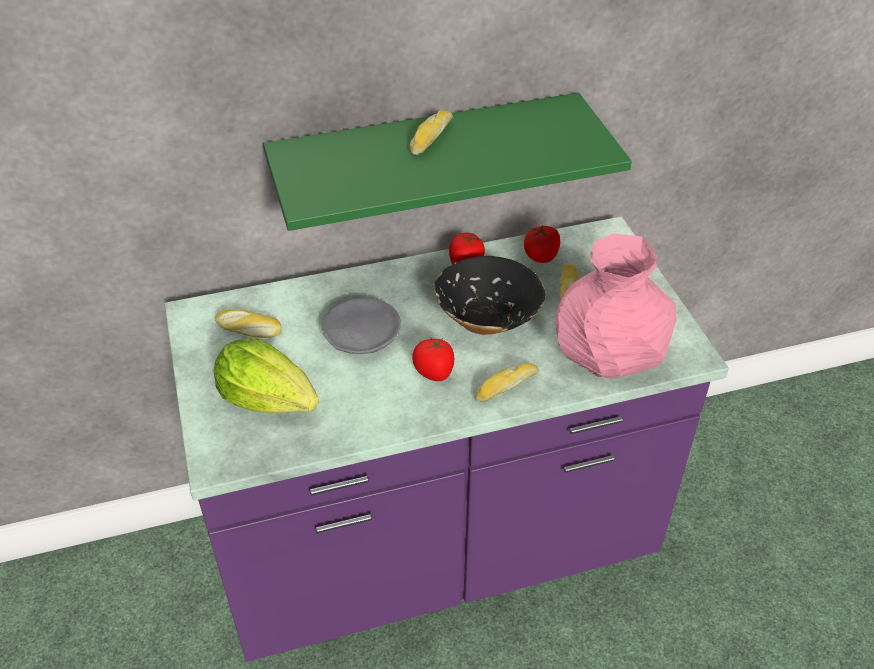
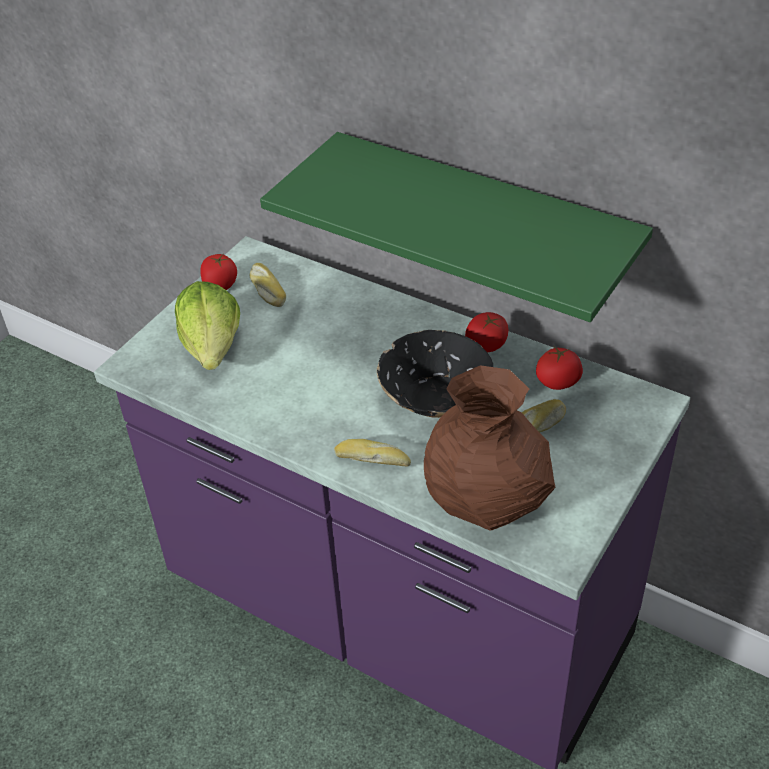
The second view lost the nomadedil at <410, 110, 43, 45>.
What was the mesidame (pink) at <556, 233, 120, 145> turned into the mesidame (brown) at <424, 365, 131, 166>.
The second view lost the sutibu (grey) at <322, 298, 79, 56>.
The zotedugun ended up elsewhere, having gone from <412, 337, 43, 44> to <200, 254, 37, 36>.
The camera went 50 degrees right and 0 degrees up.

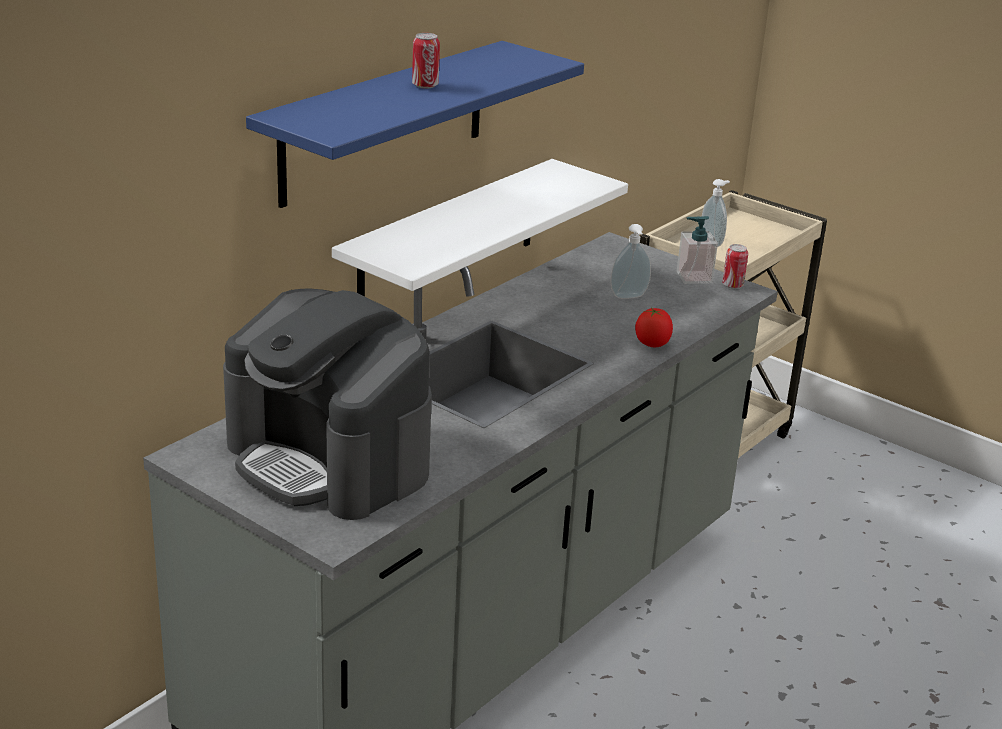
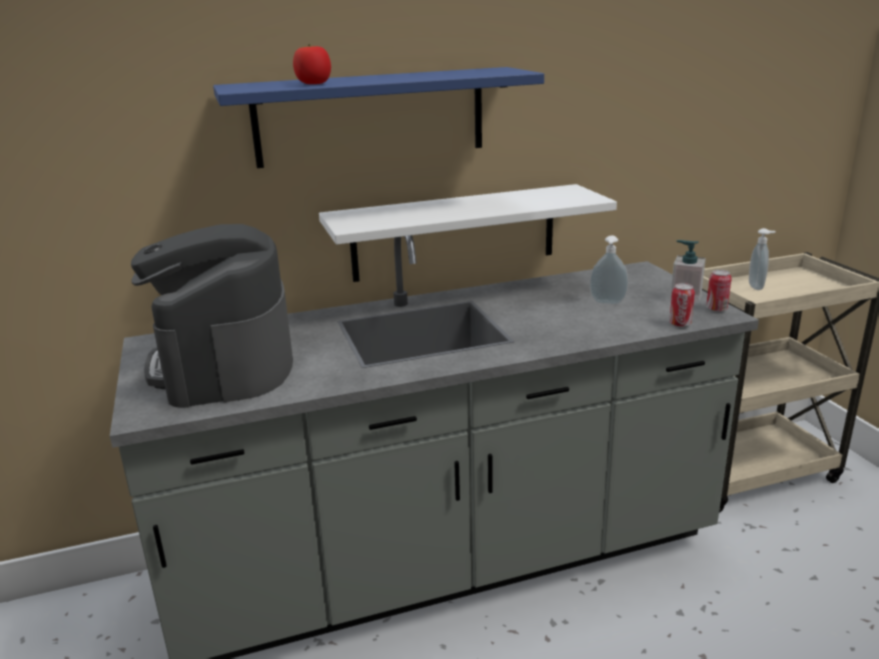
The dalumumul ended up elsewhere, having gone from <412, 33, 28, 56> to <669, 283, 26, 44>.
The zotedugun ended up elsewhere, having gone from <635, 307, 38, 40> to <293, 44, 38, 40>.
The camera went 35 degrees right and 5 degrees down.

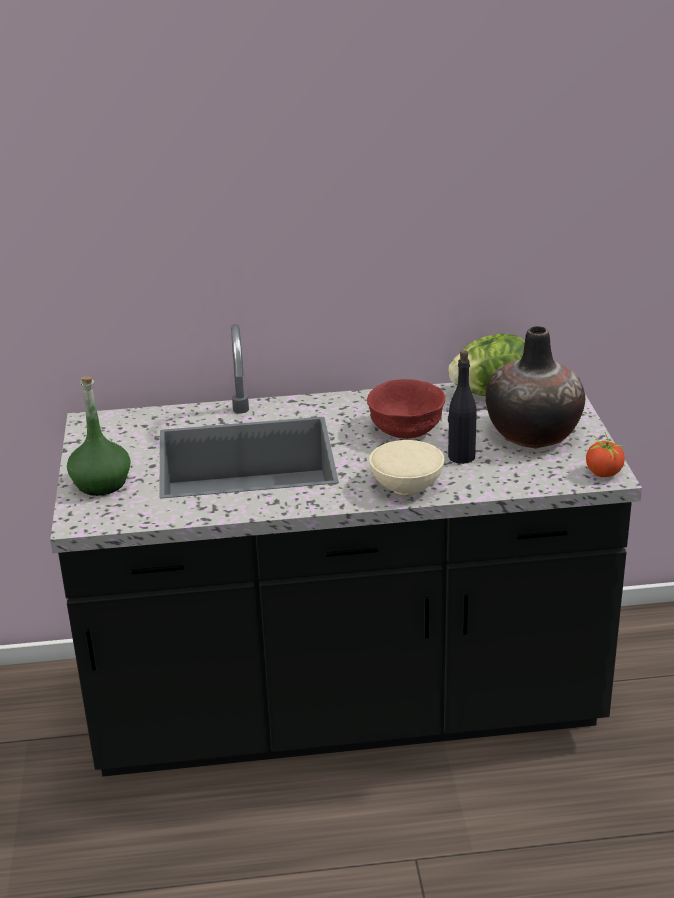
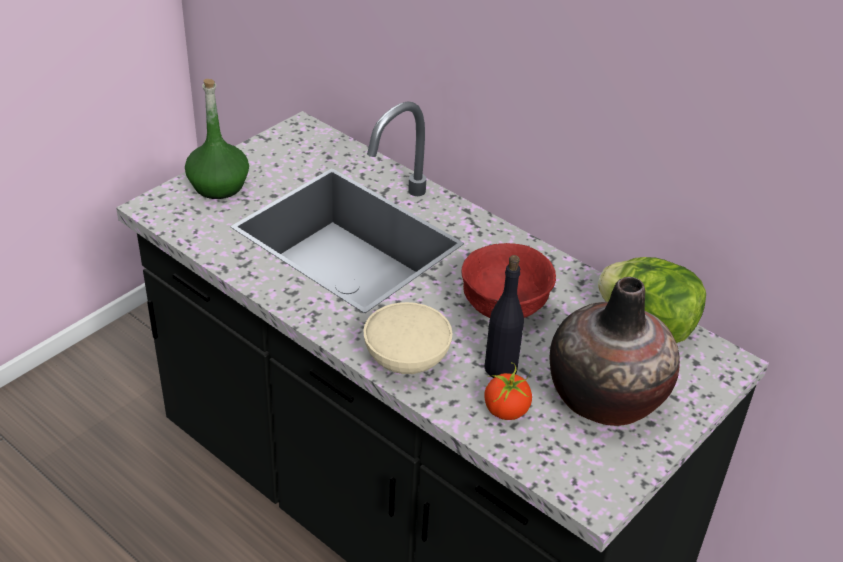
The zotedugun ended up elsewhere, having gone from <586, 433, 39, 44> to <484, 363, 48, 57>.
The camera went 45 degrees right and 10 degrees up.

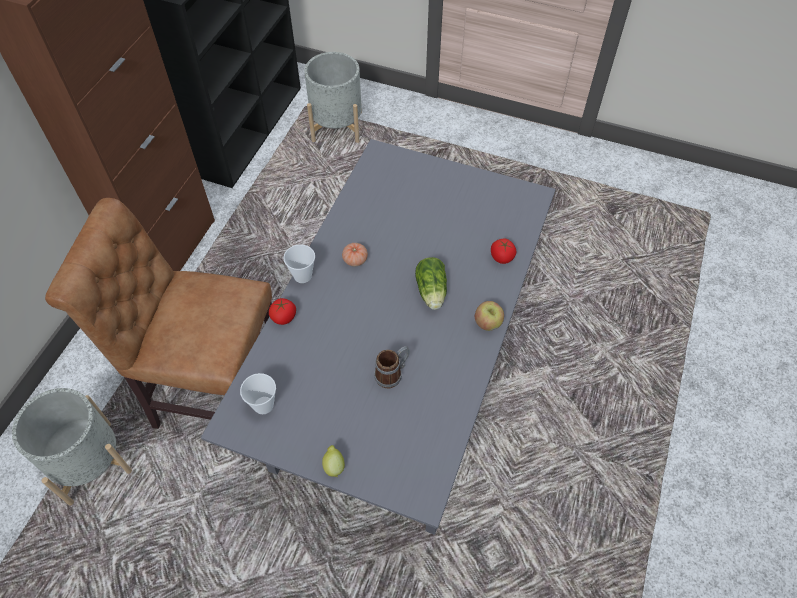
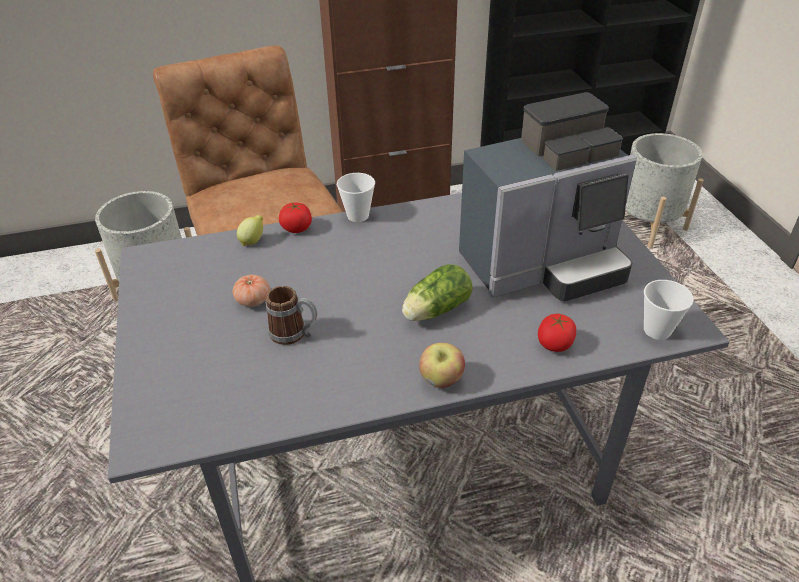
The zotedugun ended up elsewhere, having gone from <342, 243, 26, 23> to <232, 275, 38, 32>.
The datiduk ended up elsewhere, having gone from <240, 373, 36, 41> to <644, 280, 50, 60>.
The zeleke ended up elsewhere, having gone from <322, 445, 23, 32> to <237, 215, 26, 31>.
The second view gained the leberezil at <459, 92, 178, 209>.
The camera went 55 degrees right and 15 degrees down.

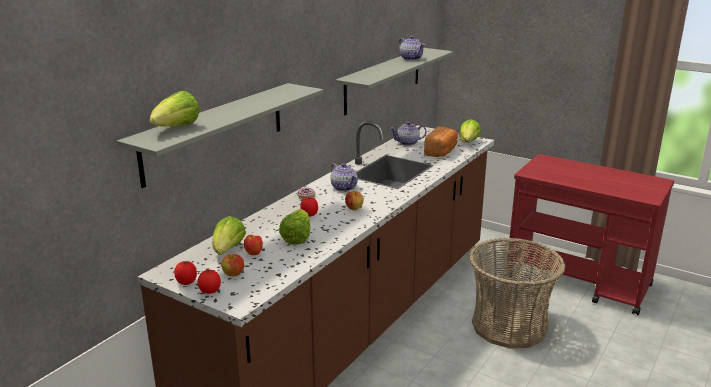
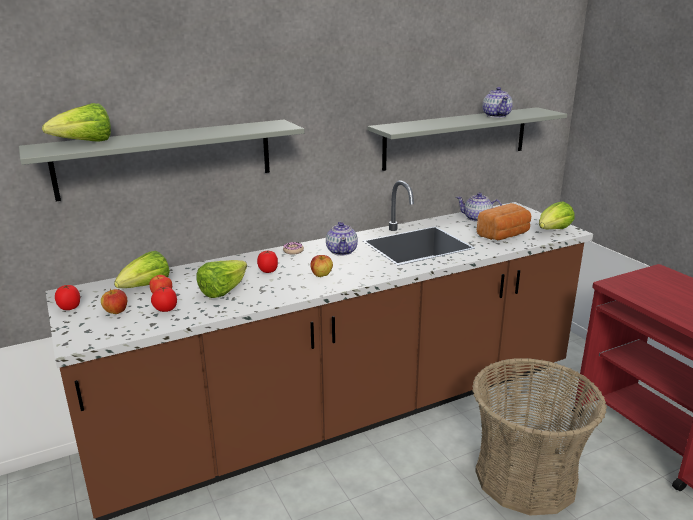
The zotedugun ended up elsewhere, having gone from <197, 269, 24, 25> to <151, 286, 26, 26>.
The camera went 30 degrees right and 0 degrees up.

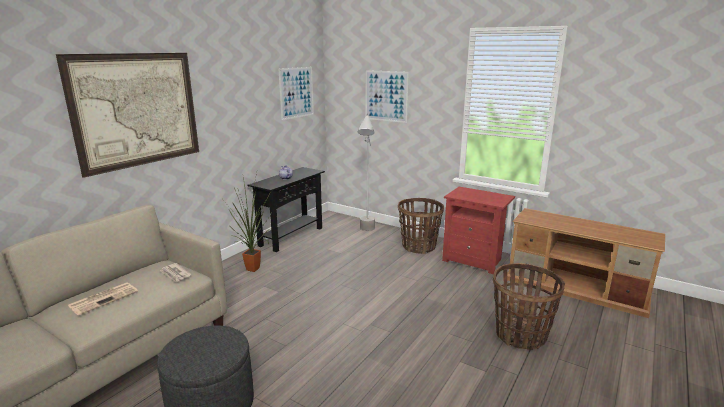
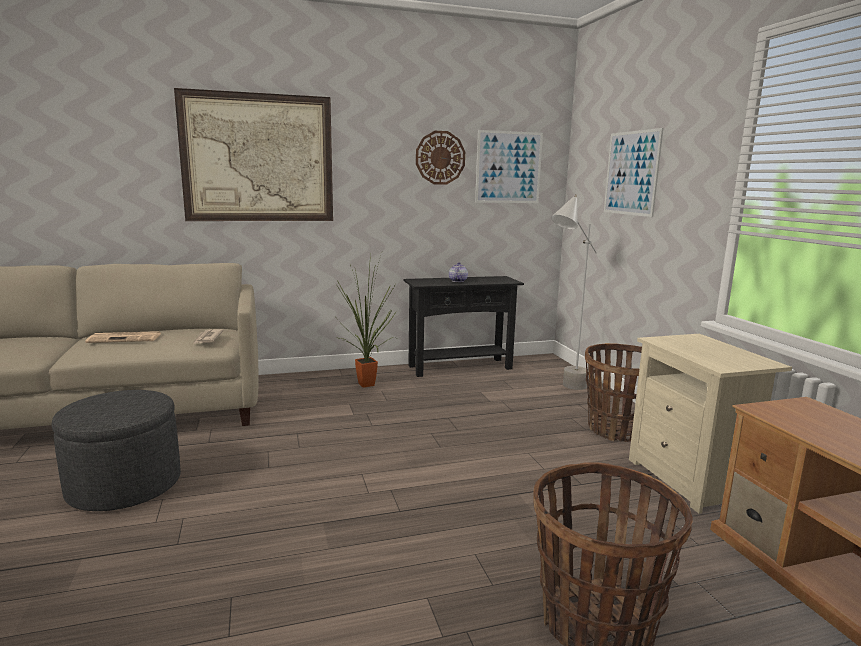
What was the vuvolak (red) at <442, 187, 73, 87> turned into the vuvolak (beige) at <629, 334, 163, 180>.
The second view gained the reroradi at <416, 131, 49, 54>.
The camera went 40 degrees right and 5 degrees down.

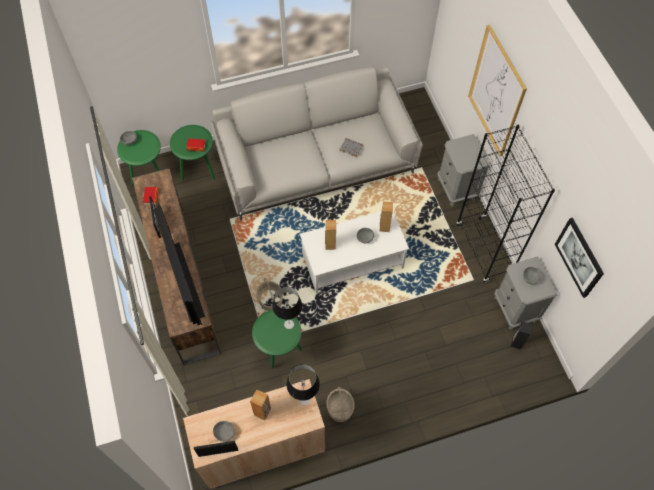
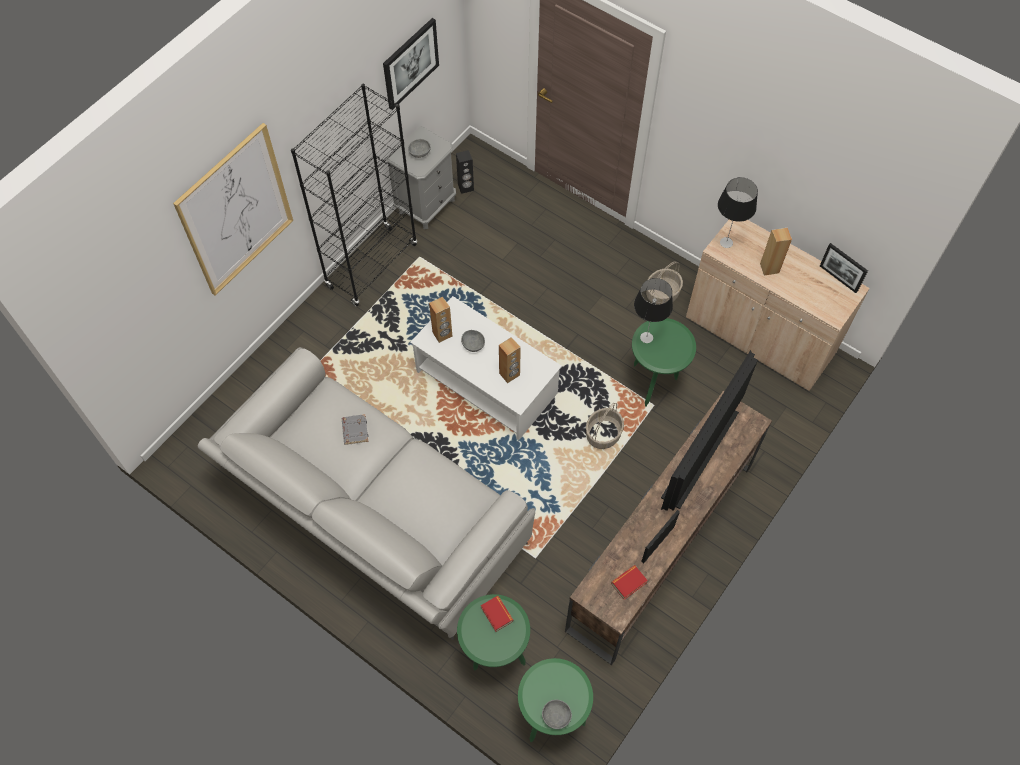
The second view lost the vuvolak (grey) at <437, 134, 53, 72>.
The second view lost the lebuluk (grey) at <213, 421, 22, 21>.
The camera went 125 degrees left and 0 degrees up.

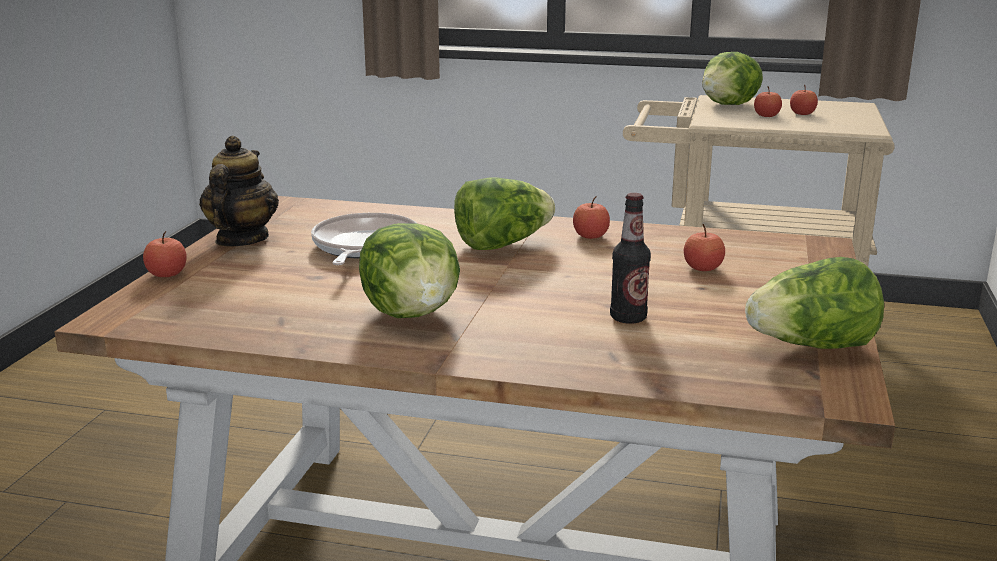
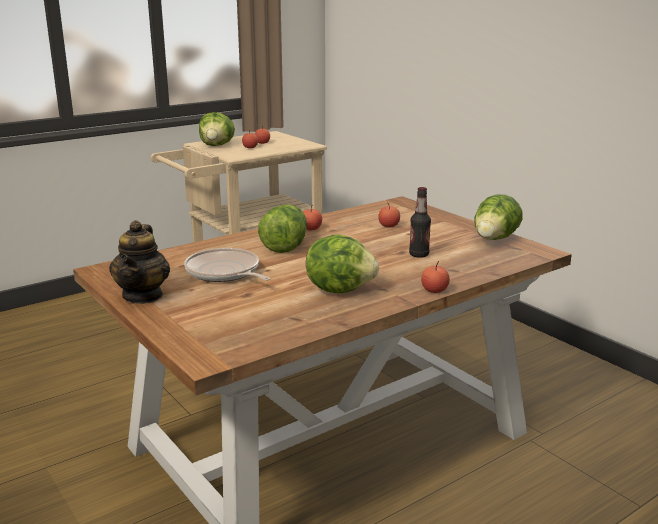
The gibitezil at <199, 136, 80, 111> ended up facing another way, 135 degrees counterclockwise from before.
The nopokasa ended up elsewhere, having gone from <143, 231, 44, 46> to <421, 261, 29, 32>.
The camera went 50 degrees left and 0 degrees up.

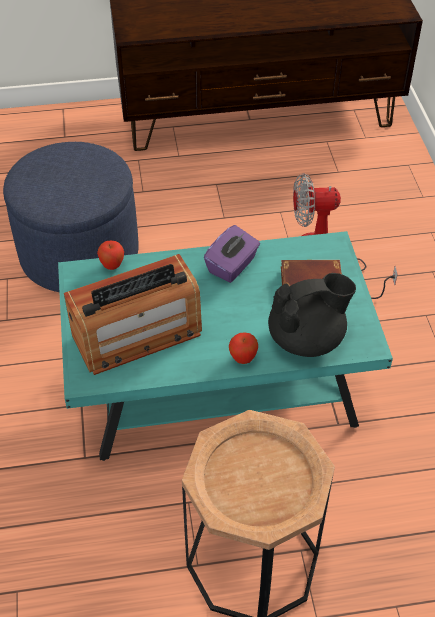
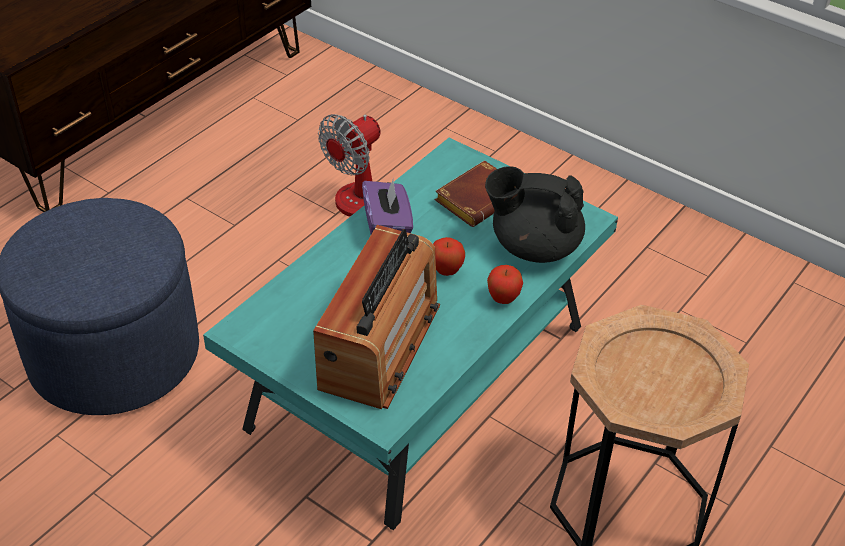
The nopokasa ended up elsewhere, having gone from <97, 240, 27, 30> to <433, 237, 32, 39>.
The gibitezil (black) at <268, 273, 88, 84> ended up facing another way, 105 degrees counterclockwise from before.
The camera went 45 degrees left and 5 degrees down.

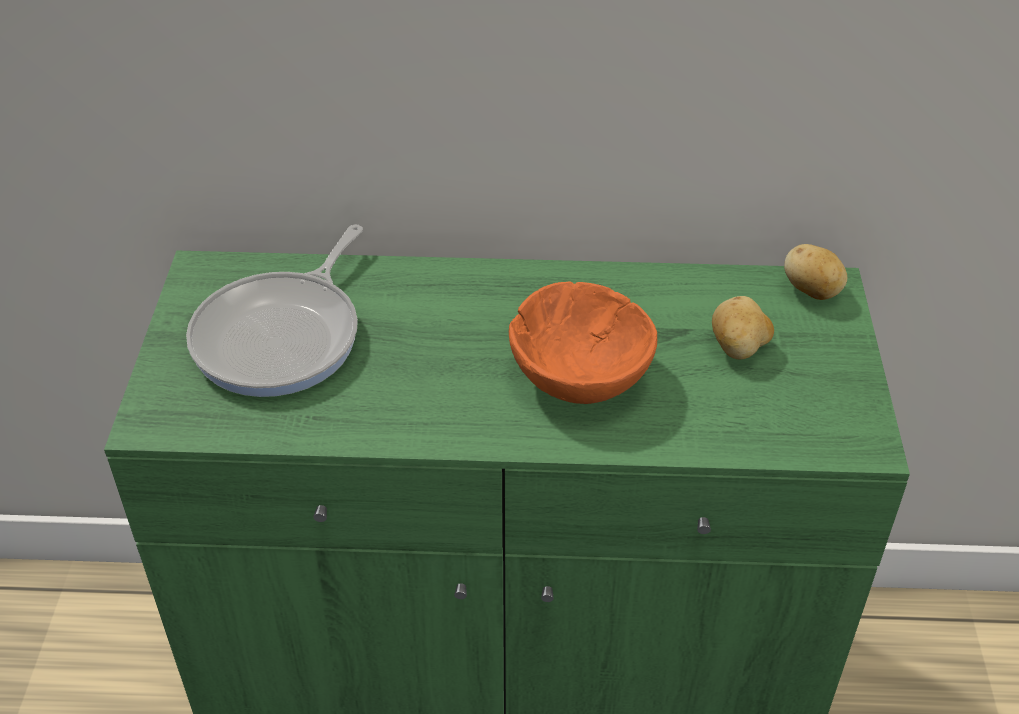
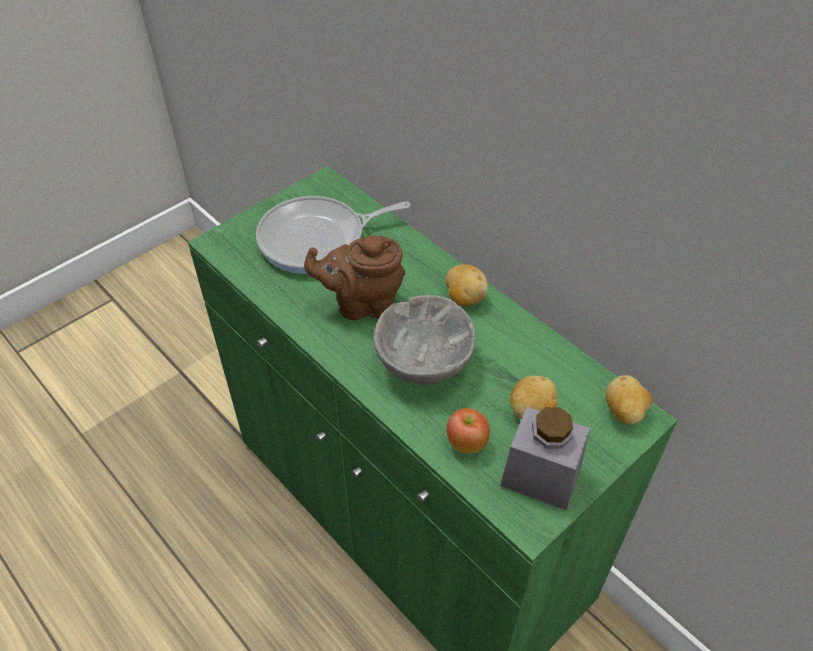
What was the lebuluk (orange) at <509, 281, 148, 123> turned into the lebuluk (grey) at <374, 295, 102, 90>.
The second view gained the gibitezil (brown) at <304, 235, 101, 85>.
The second view gained the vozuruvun at <445, 264, 43, 42>.
The second view gained the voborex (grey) at <500, 407, 90, 104>.
The second view gained the nopokasa at <446, 408, 44, 46>.
The camera went 45 degrees right and 5 degrees up.

